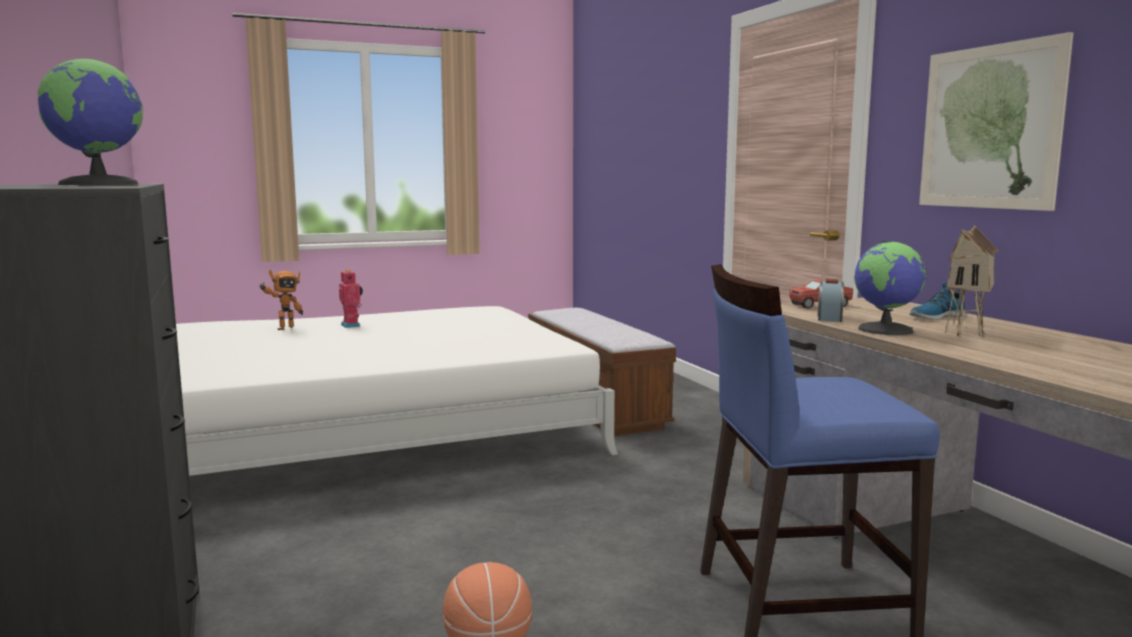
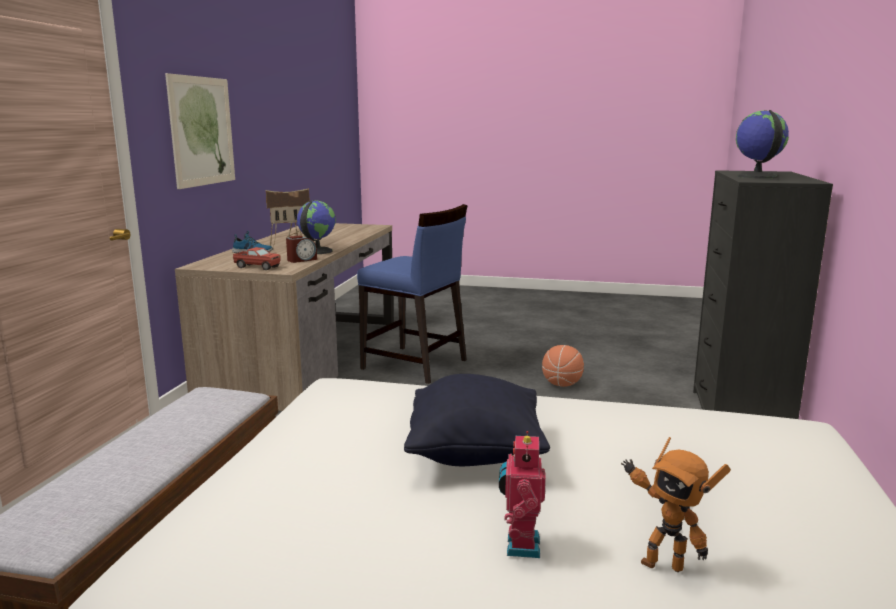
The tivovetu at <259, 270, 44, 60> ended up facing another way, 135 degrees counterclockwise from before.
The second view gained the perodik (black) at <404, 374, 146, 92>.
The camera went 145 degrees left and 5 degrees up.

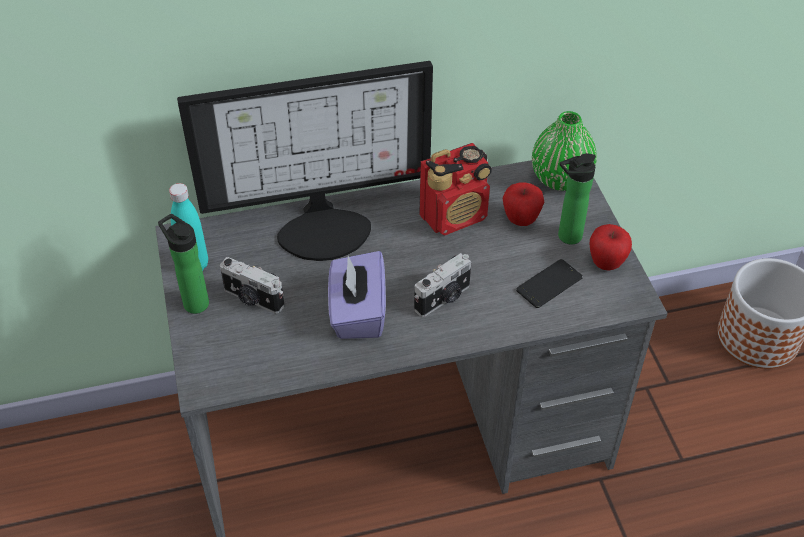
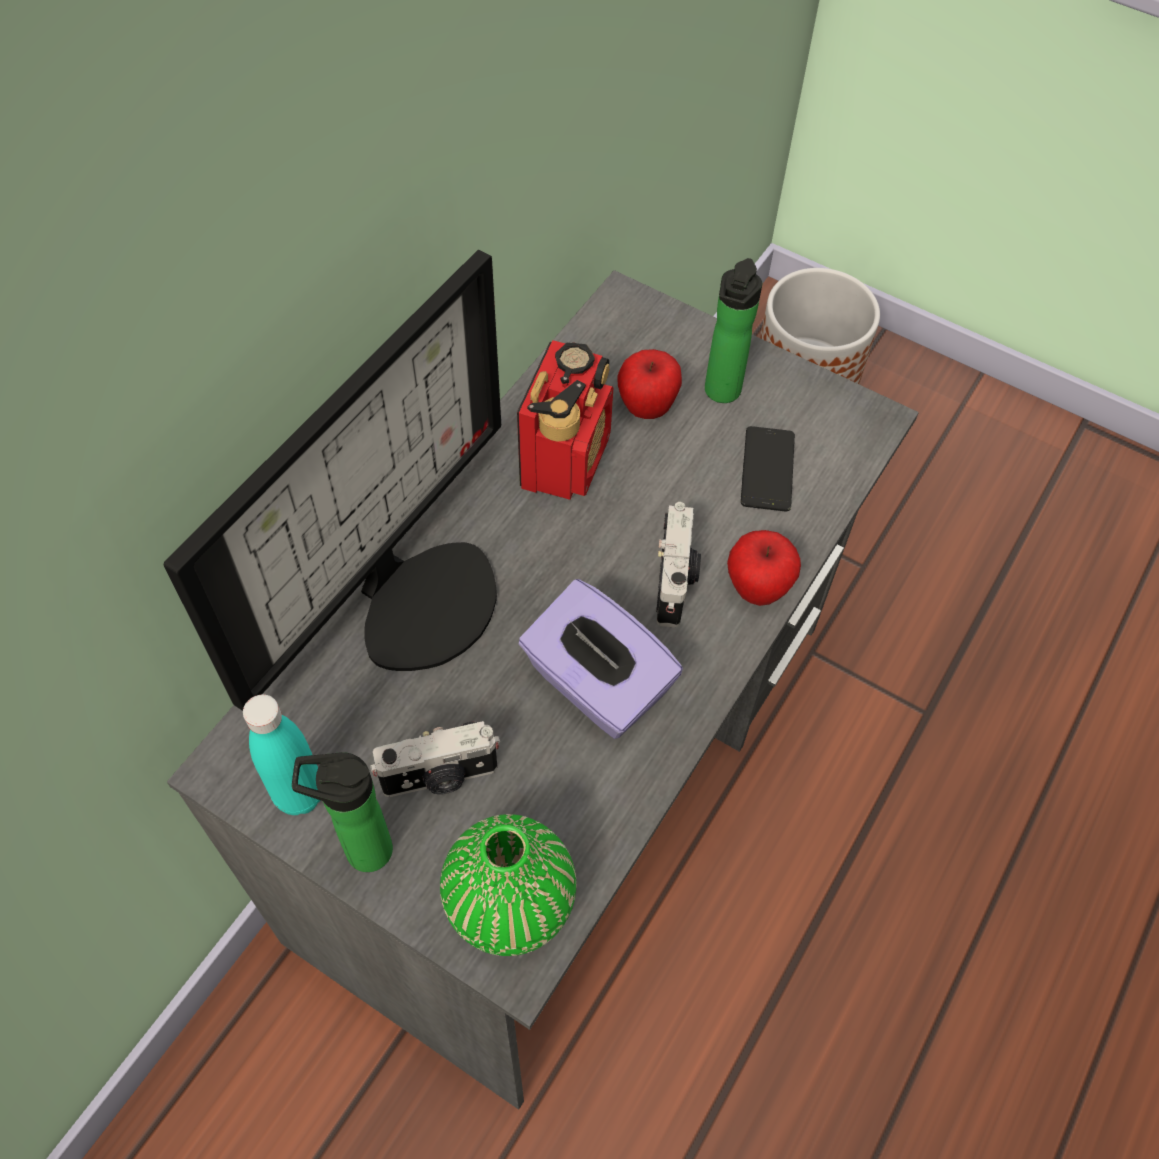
The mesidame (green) ended up elsewhere, having gone from <532, 111, 65, 80> to <440, 814, 136, 142>.
The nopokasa ended up elsewhere, having gone from <590, 224, 42, 47> to <727, 530, 74, 76>.
The camera went 45 degrees left and 10 degrees up.

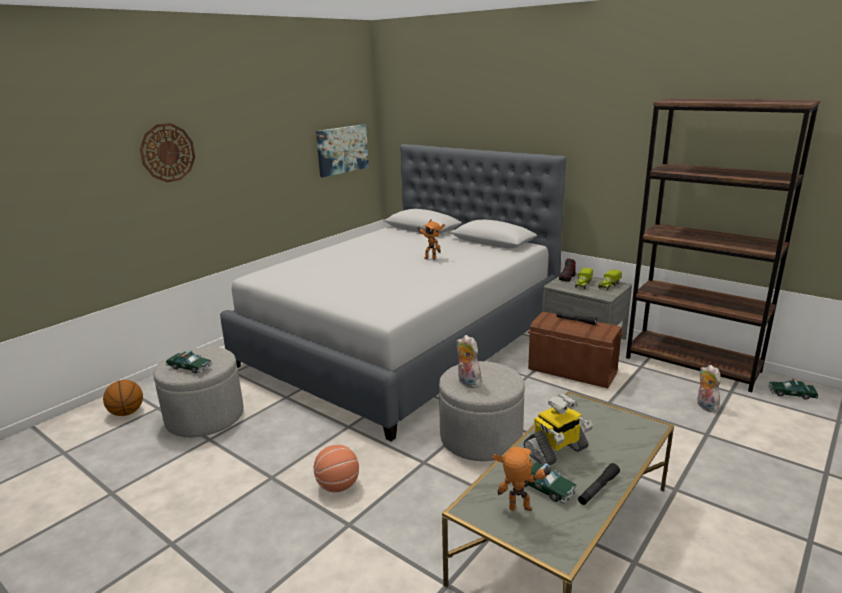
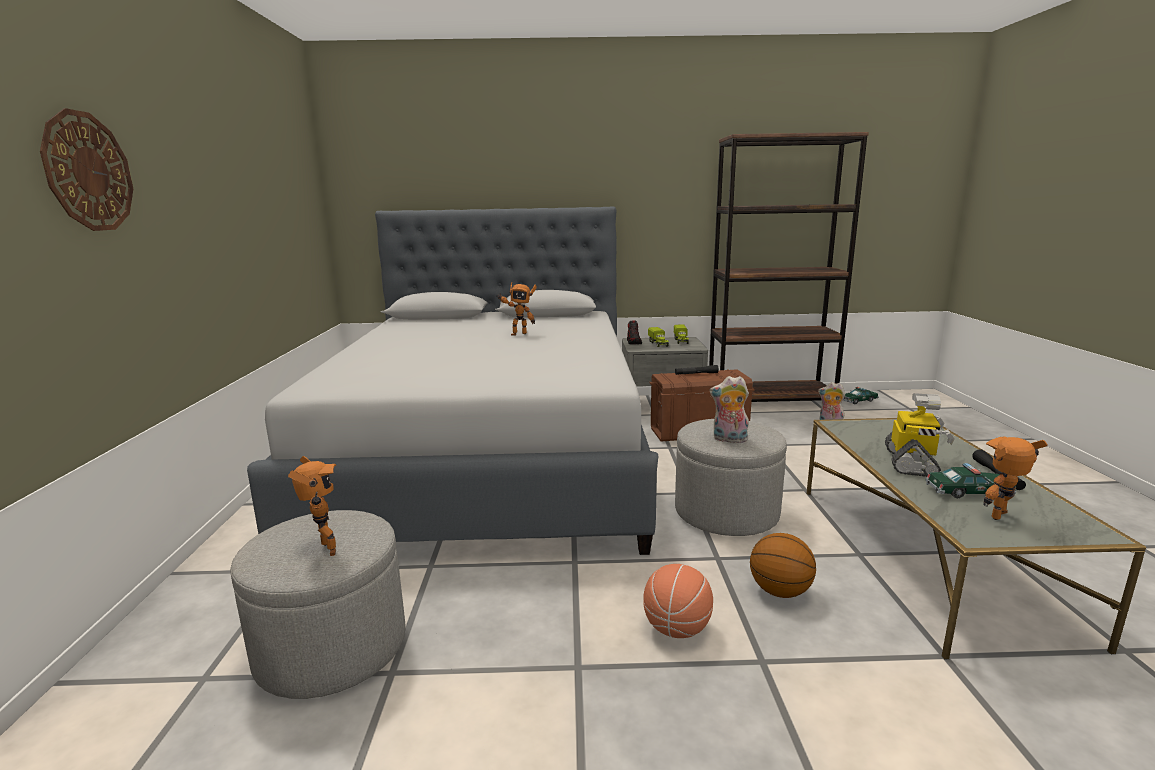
The second view lost the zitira at <316, 124, 53, 53>.
Where the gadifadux stood at <166, 351, 46, 23>, the tivovetu came to stand at <288, 456, 48, 100>.
The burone ended up elsewhere, having gone from <103, 380, 40, 36> to <750, 533, 66, 65>.
The camera went 40 degrees left and 5 degrees down.

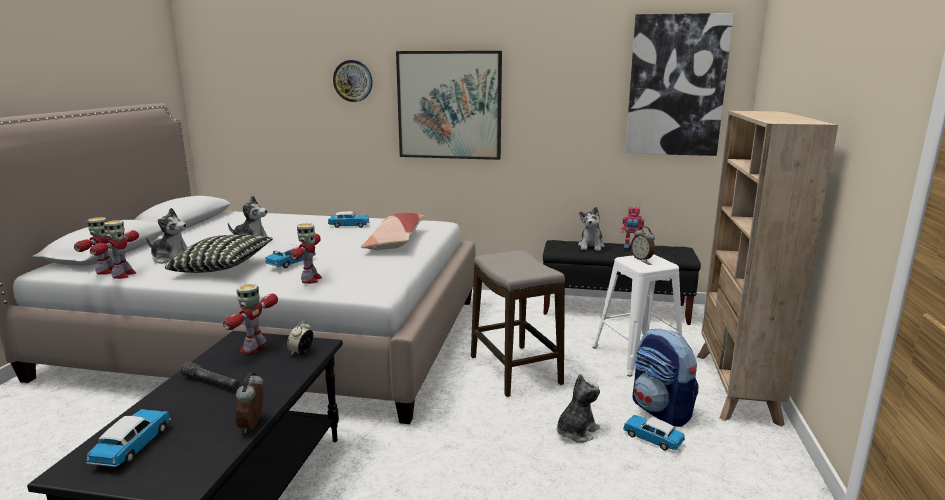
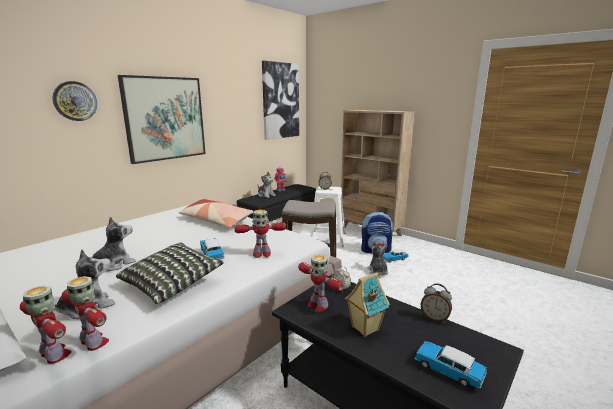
The second view lost the gadifadux at <328, 211, 41, 17>.
The tivovetu at <290, 223, 32, 61> ended up facing another way, 135 degrees clockwise from before.
Where the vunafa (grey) stood at <181, 362, 58, 27>, the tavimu came to stand at <345, 272, 45, 65>.
The camera went 60 degrees left and 0 degrees up.

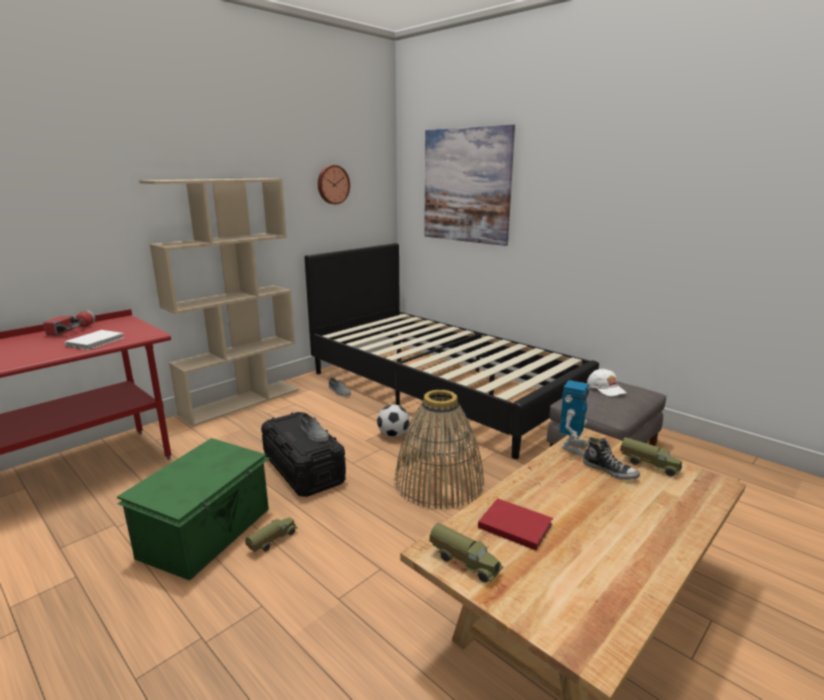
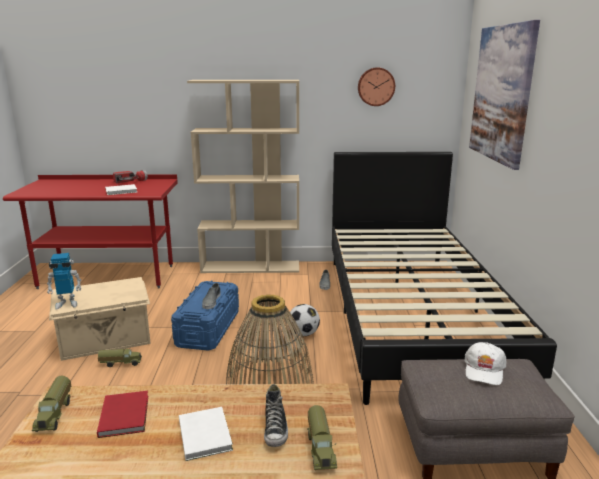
The tivovetu ended up elsewhere, having gone from <559, 380, 30, 76> to <47, 253, 34, 57>.
What was the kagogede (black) at <261, 412, 85, 85> turned into the kagogede (blue) at <171, 281, 68, 70>.
What was the kagogede (green) at <117, 438, 153, 143> turned into the kagogede (beige) at <49, 277, 102, 84>.
The second view gained the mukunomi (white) at <179, 407, 54, 54>.
The camera went 45 degrees right and 0 degrees up.

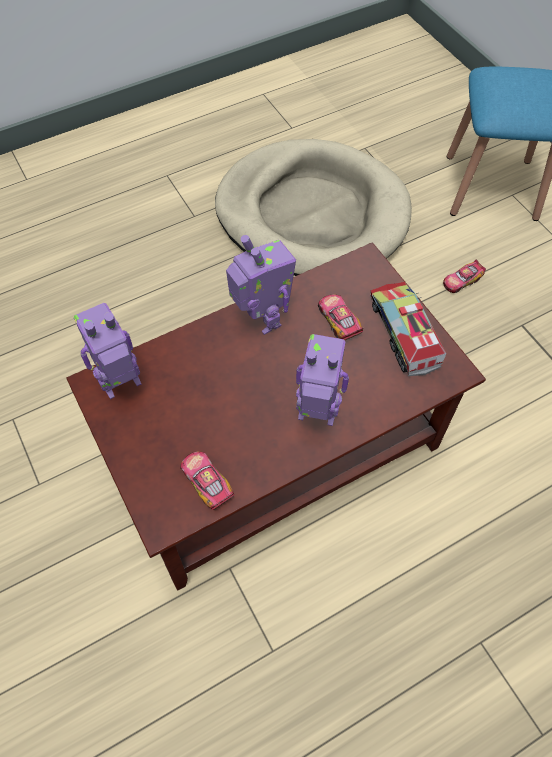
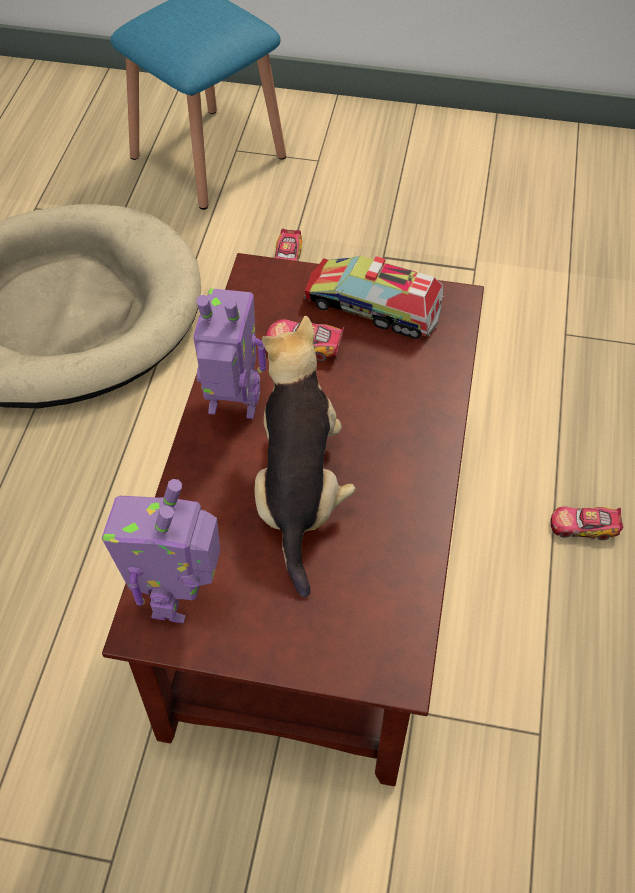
The second view lost the tivovetu at <296, 334, 53, 92>.
The gadifadux ended up elsewhere, having gone from <180, 451, 54, 59> to <550, 507, 73, 33>.
The second view gained the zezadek at <254, 316, 101, 281>.
The camera went 50 degrees left and 5 degrees down.

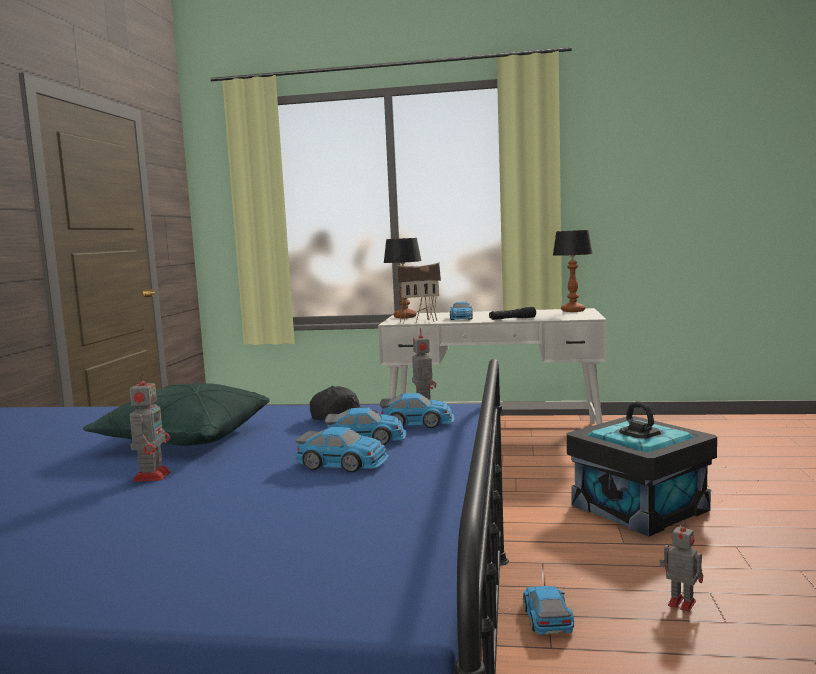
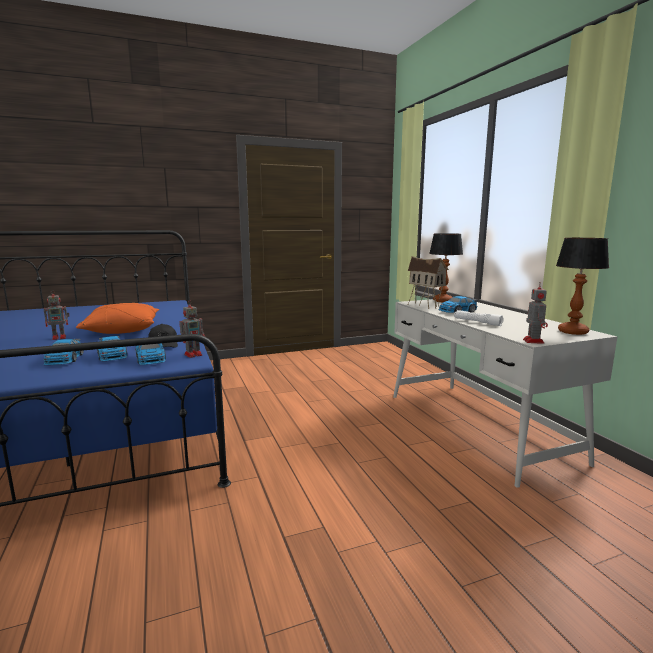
What was the vunafa (black) at <489, 307, 47, 13> turned into the vunafa (white) at <454, 310, 49, 16>.
What was the perodik (green) at <83, 383, 187, 63> turned into the perodik (orange) at <76, 303, 83, 31>.
The second view lost the kagogede (black) at <567, 401, 150, 136>.
The tivovetu ended up elsewhere, having gone from <660, 520, 43, 92> to <523, 282, 25, 62>.
The second view lost the gadifadux at <523, 586, 51, 49>.
The camera went 60 degrees right and 5 degrees up.

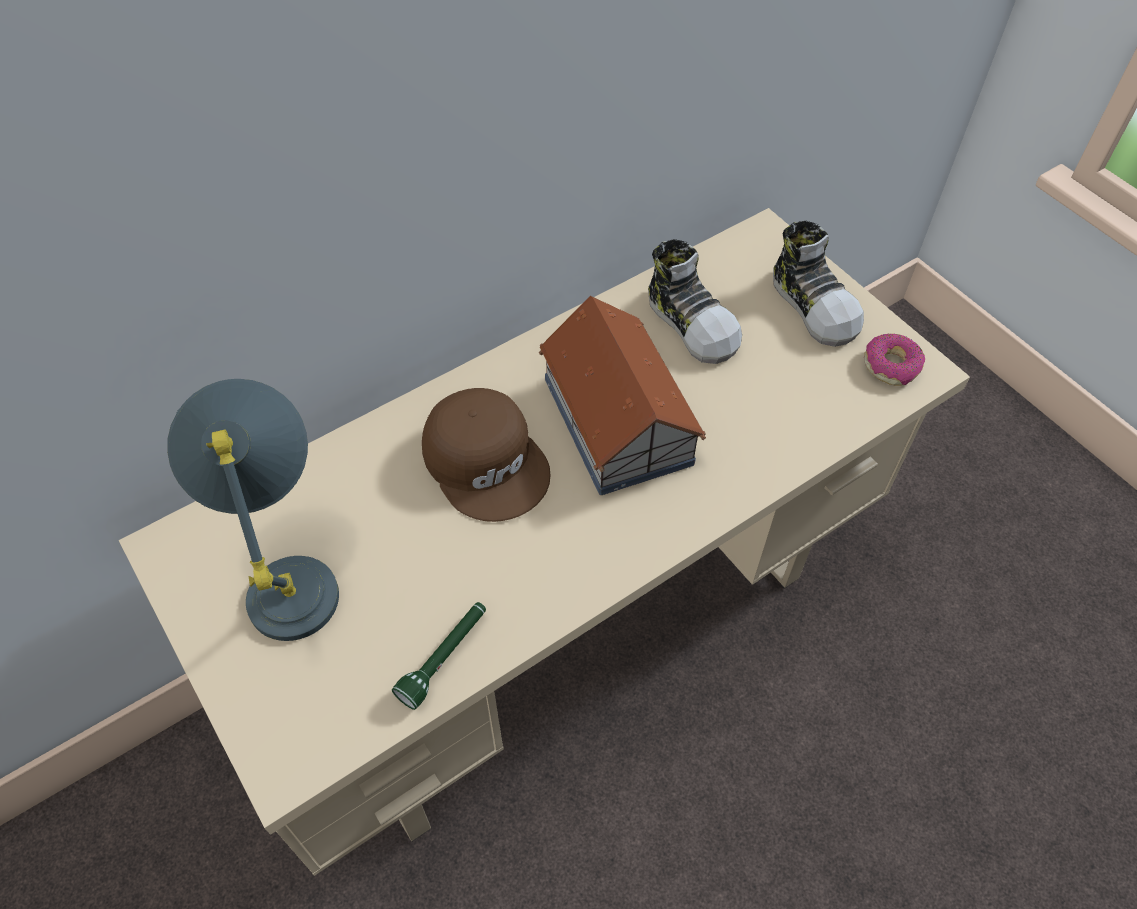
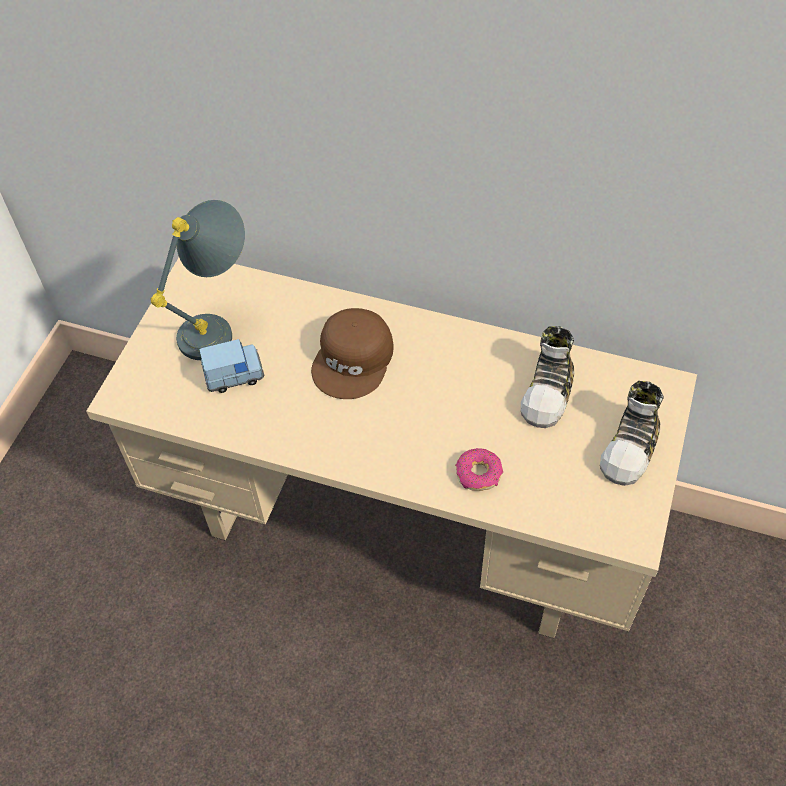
The second view lost the tavimu at <539, 296, 167, 199>.
The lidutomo ended up elsewhere, having gone from <864, 334, 61, 52> to <455, 448, 48, 43>.
The second view lost the vunafa (green) at <392, 602, 94, 108>.
The second view gained the gadifadux (blue) at <199, 339, 66, 54>.
The camera went 55 degrees right and 0 degrees up.

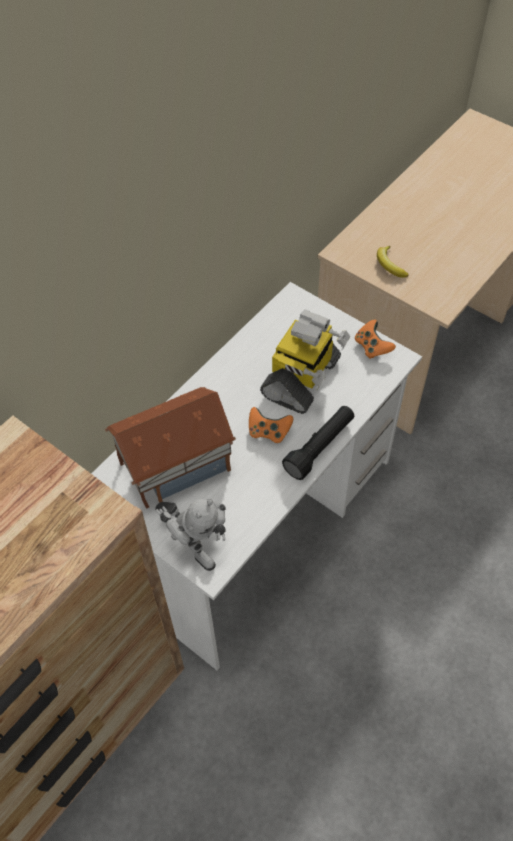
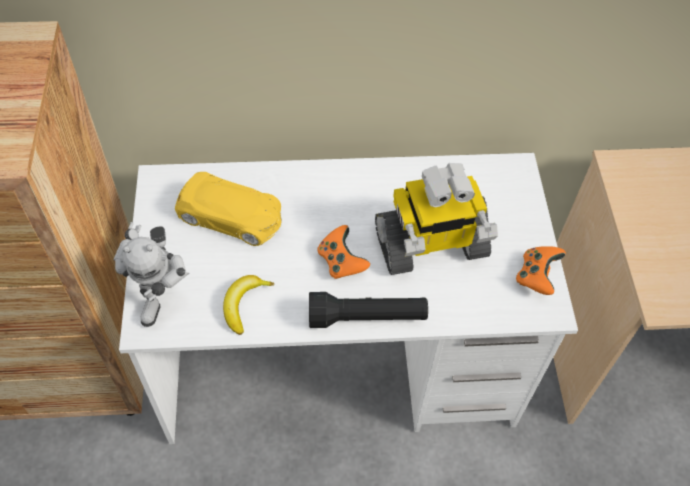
The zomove ended up elsewhere, having gone from <377, 246, 32, 32> to <223, 275, 51, 60>.
Where the tavimu stood at <105, 387, 131, 122>, the gadifadux (yellow) came to stand at <175, 172, 107, 74>.
The camera went 45 degrees right and 0 degrees up.

